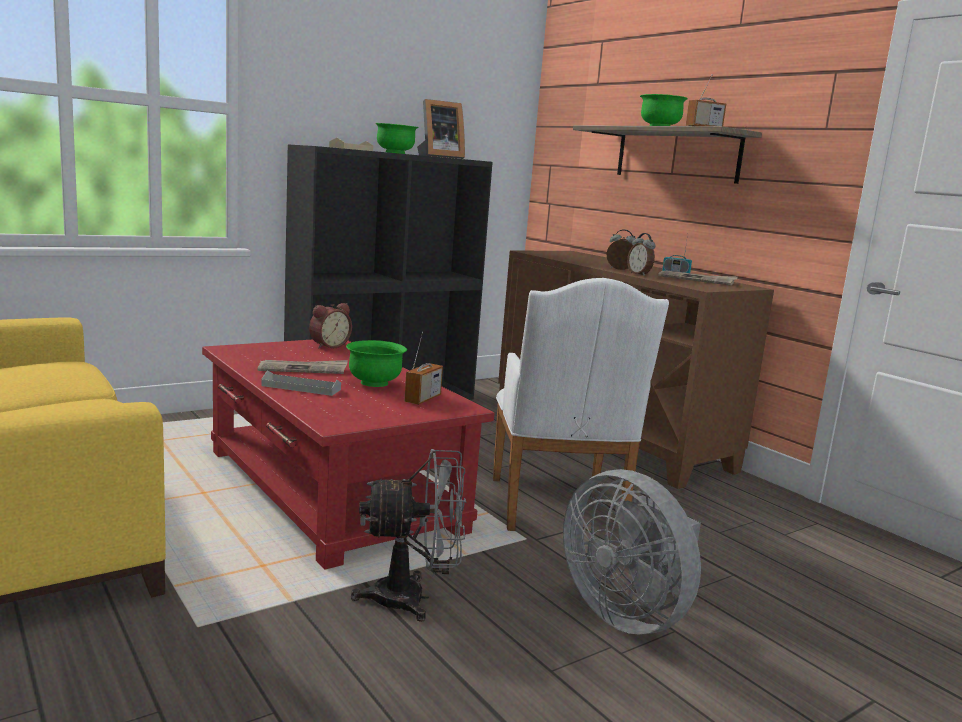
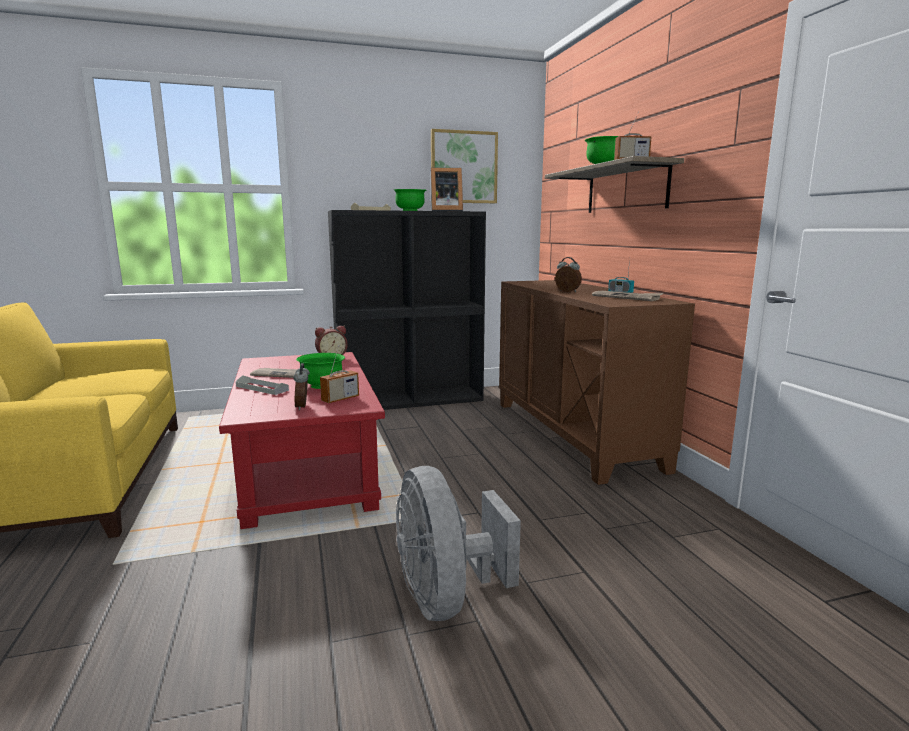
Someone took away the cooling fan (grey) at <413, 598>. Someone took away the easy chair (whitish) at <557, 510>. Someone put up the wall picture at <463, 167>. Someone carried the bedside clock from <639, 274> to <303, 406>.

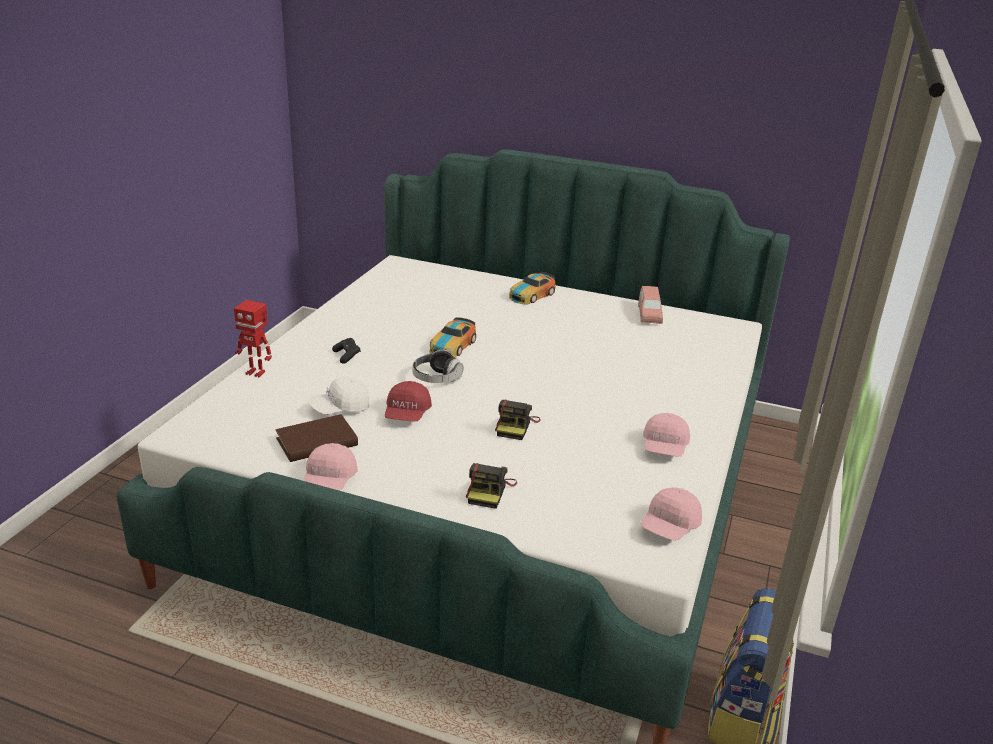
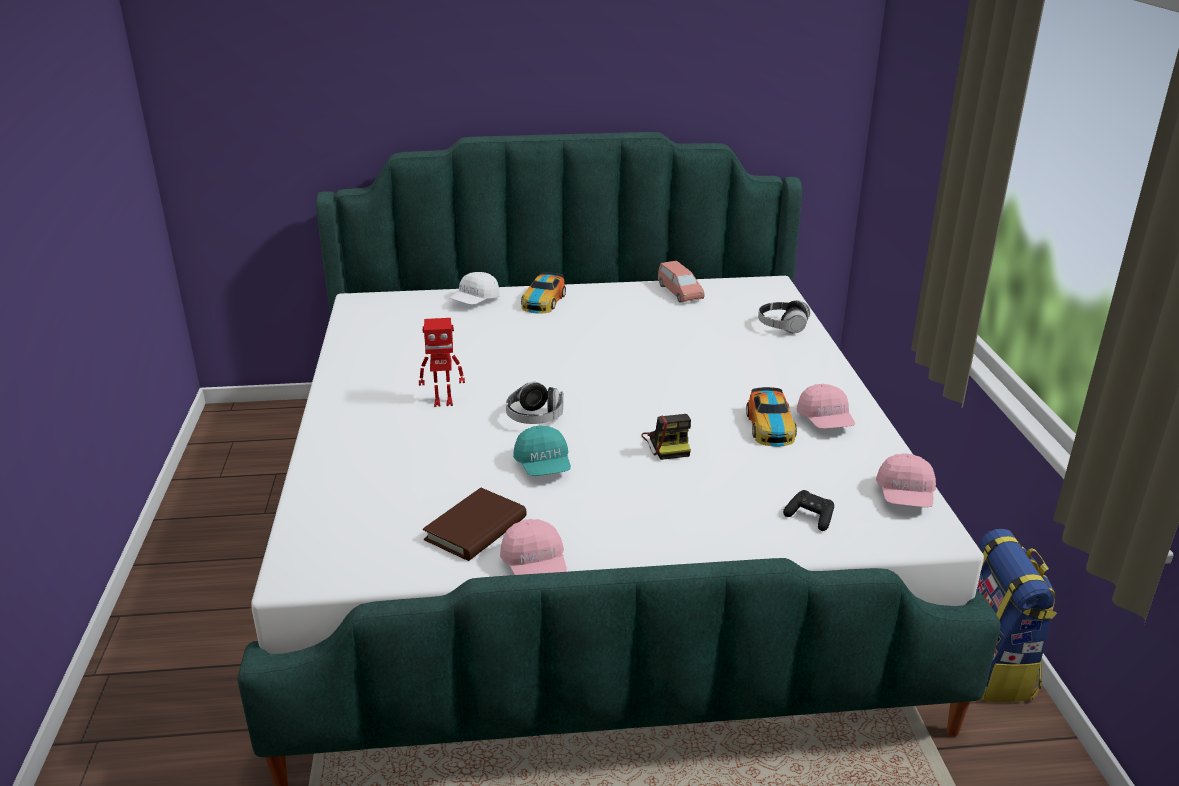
Someone took away the photo camera at <489, 491>. Someone put down the pair of headphones at <782, 327>. Someone carried the toy robot from <256, 372> to <443, 402>. Someone carried the baseball cap (whitish) from <340, 408> to <475, 301>. Someone carried the joypad (black-coloured) from <347, 356> to <810, 517>. Someone carried the miniature car from <452, 346> to <770, 427>. Someone repainted the baseball cap (red) at <407, 414>, which became the baseball cap (turquoise-coloured) at <543, 466>.

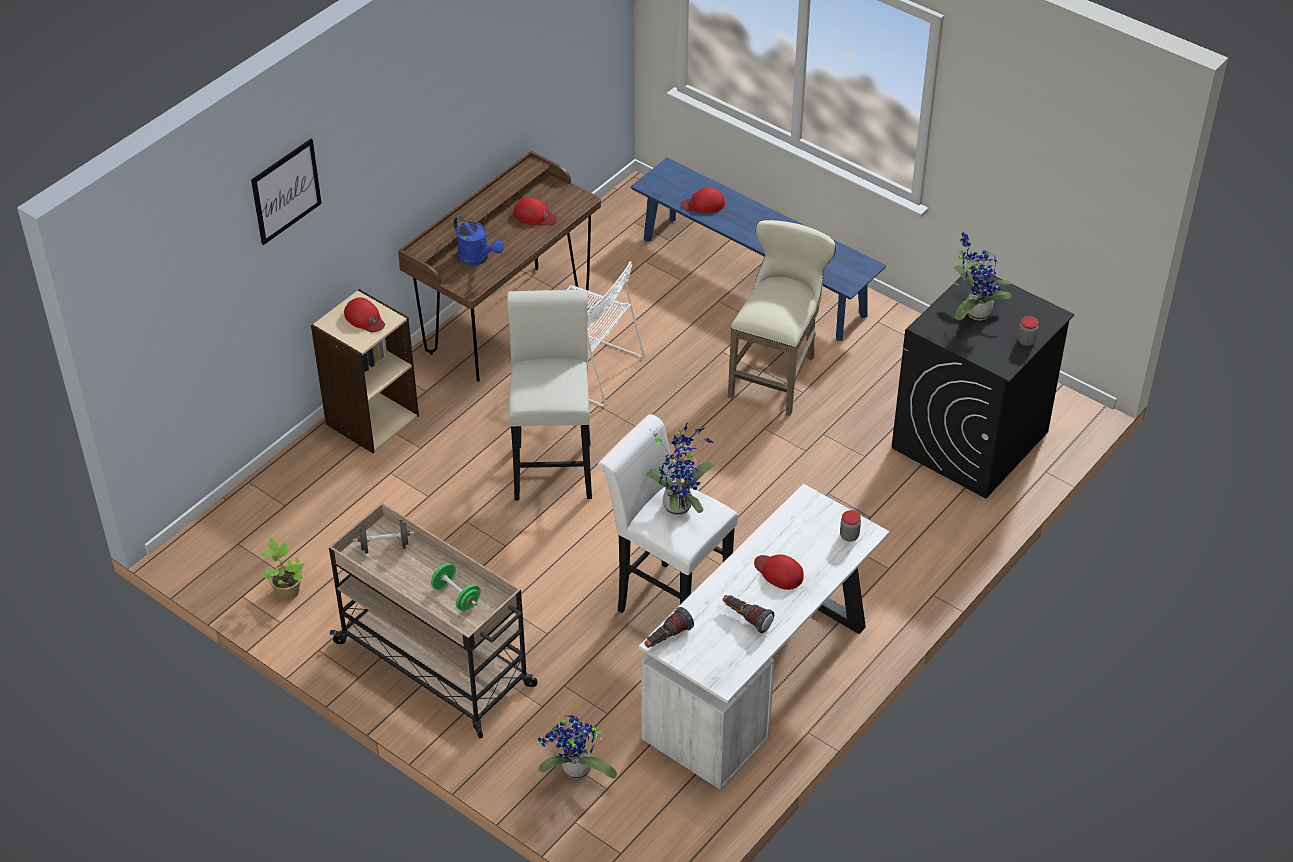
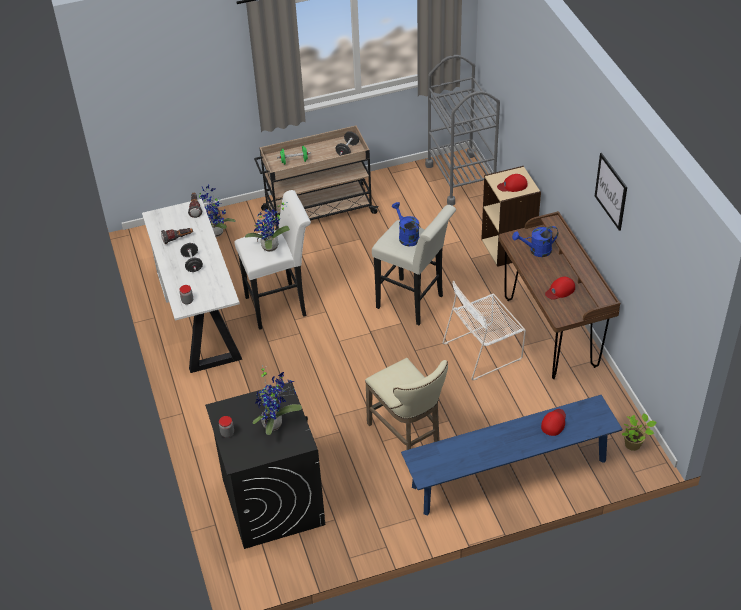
Someone put down the sprinkling can (bluish) at <406, 236>. Someone put down the cart (grey) at <461, 179>. Someone carried the wall picture from <286, 191> to <611, 191>. Someone carried the plant in a pot from <286, 590> to <634, 444>. Someone swapped the baseball cap (red) at <779, 572> for the dumbbell (black-coloured) at <192, 263>.

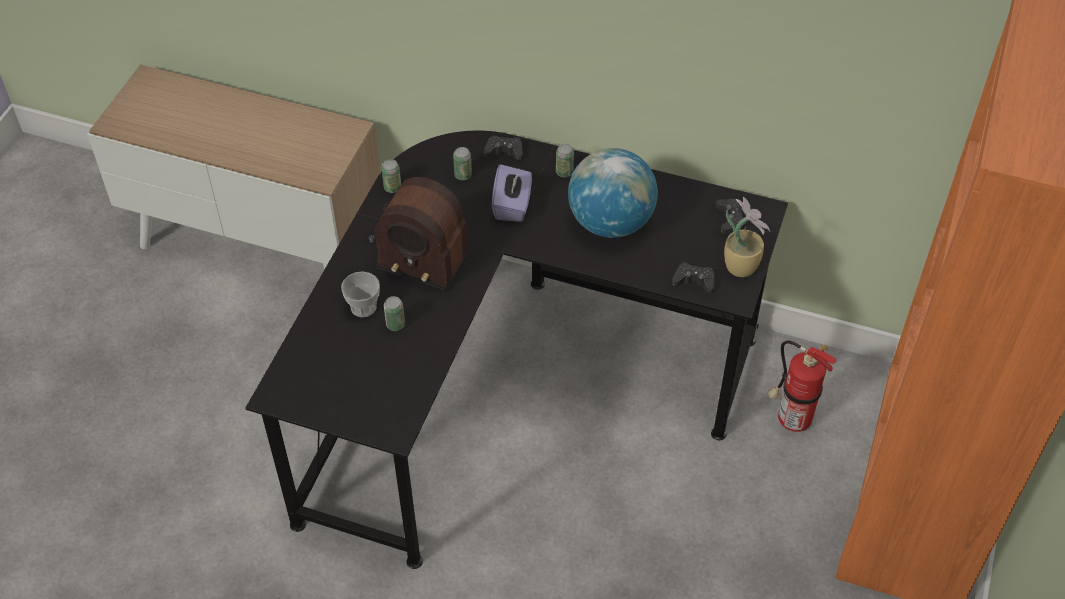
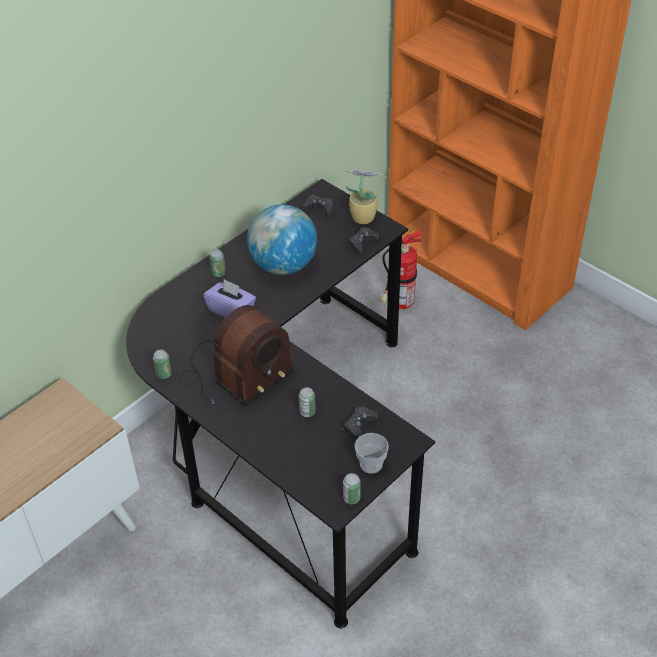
Someone carried the small cup from <363, 307> to <371, 464>. Someone carried the metal can from <463, 175> to <351, 498>. Someone carried the joypad (black-coloured) from <504, 152> to <359, 425>.

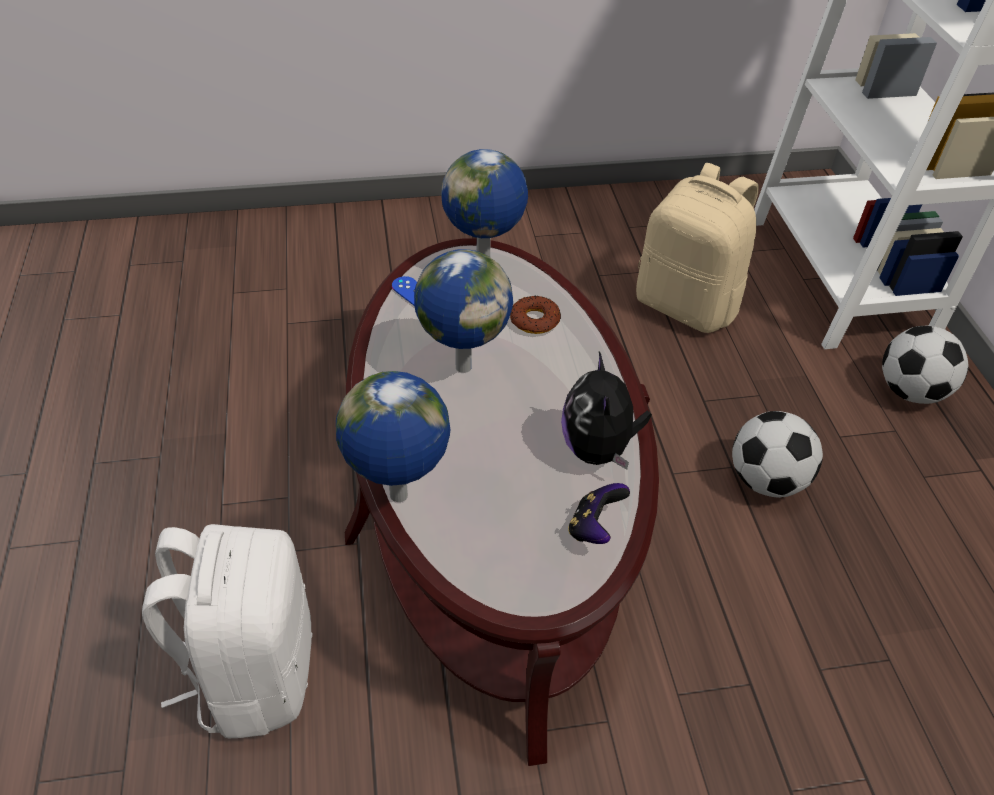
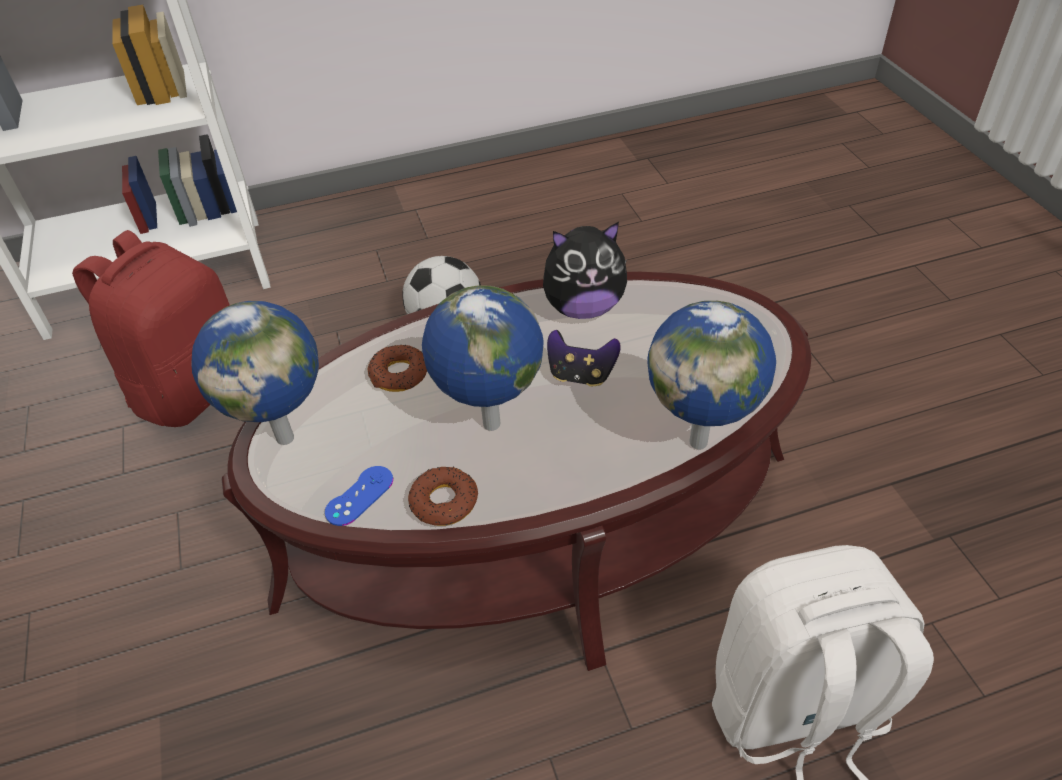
Someone took away the football ball at <910, 391>. Someone put down the ring doughnut at <444, 501>. Someone carried the joypad from <594, 528> to <581, 375>. Someone repainted the knapsack (beige-coloured) at <687, 305>, which became the knapsack (red) at <193, 387>.

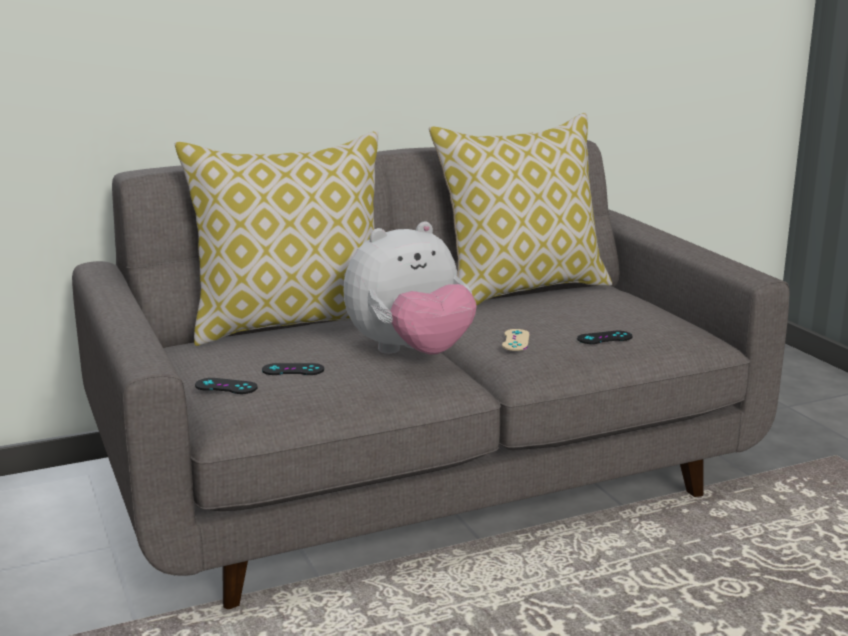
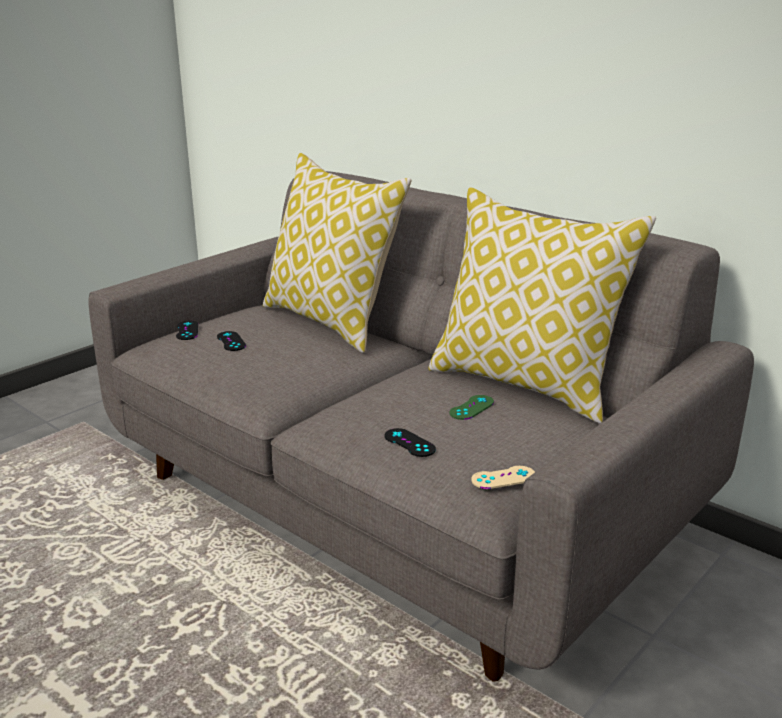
Someone took away the plush toy at <410, 353>. Someone put down the joypad (green-coloured) at <471, 408>. Someone carried the joypad (beige-coloured) from <515, 340> to <503, 478>.

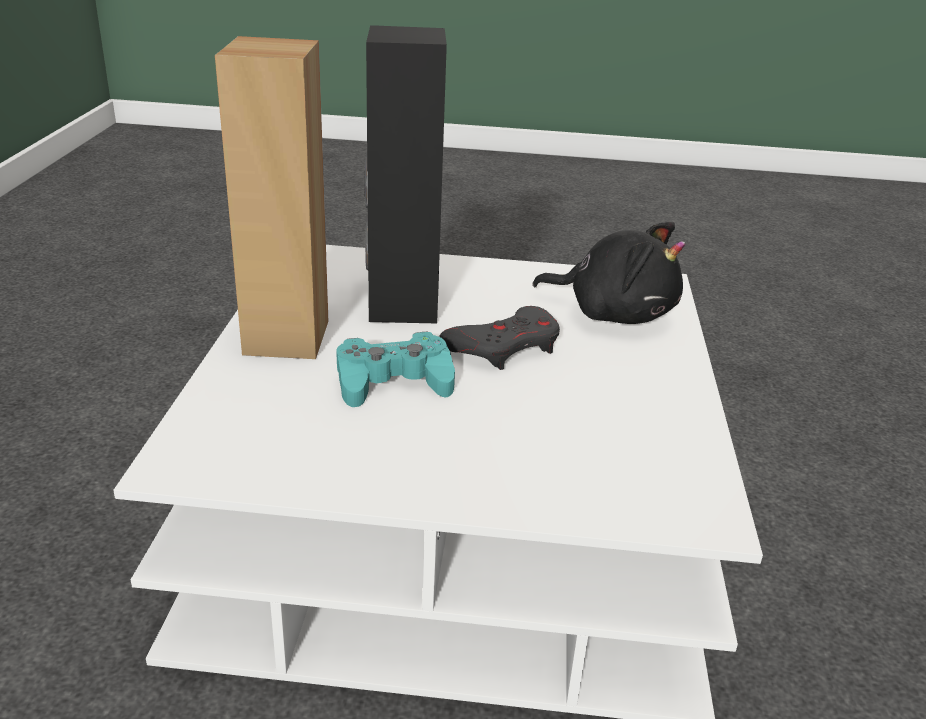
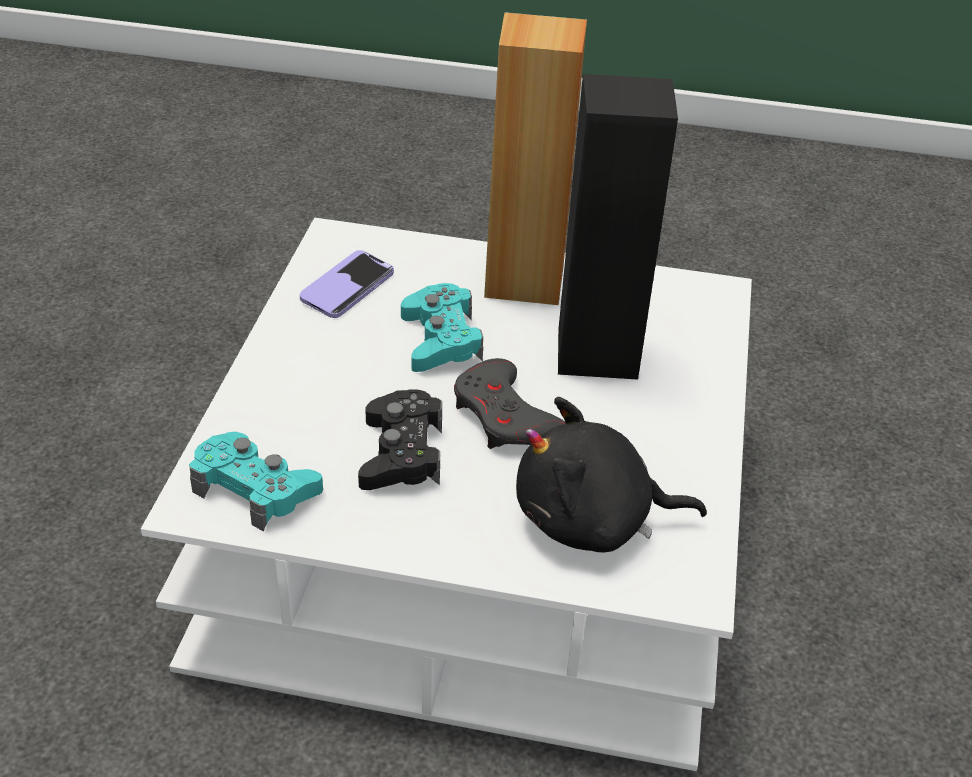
Someone put down the joypad (turquoise-coloured) at <255, 489>. Someone put down the handset at <347, 287>. Someone put down the joypad (black-coloured) at <401, 453>. Someone rotated the plush toy (black-coloured) at <614, 313> by 60 degrees clockwise.

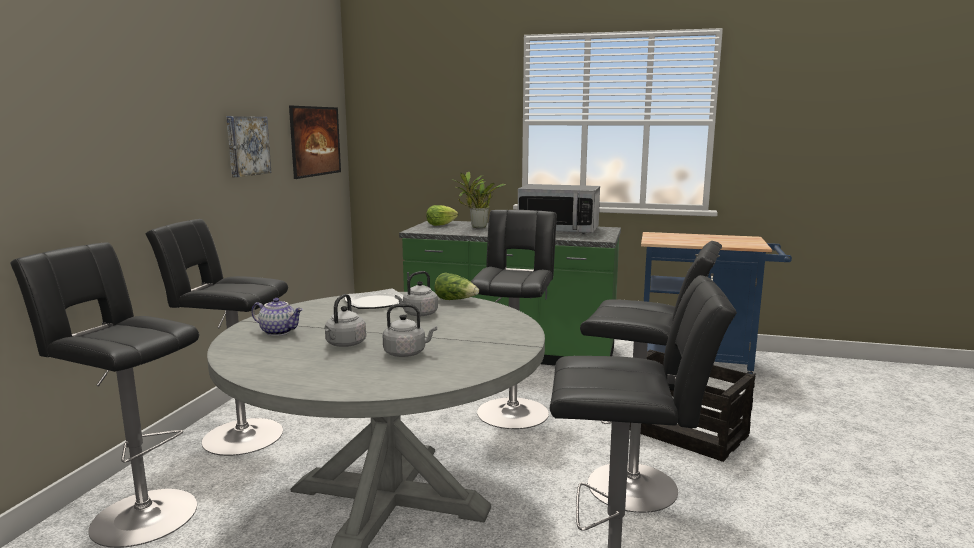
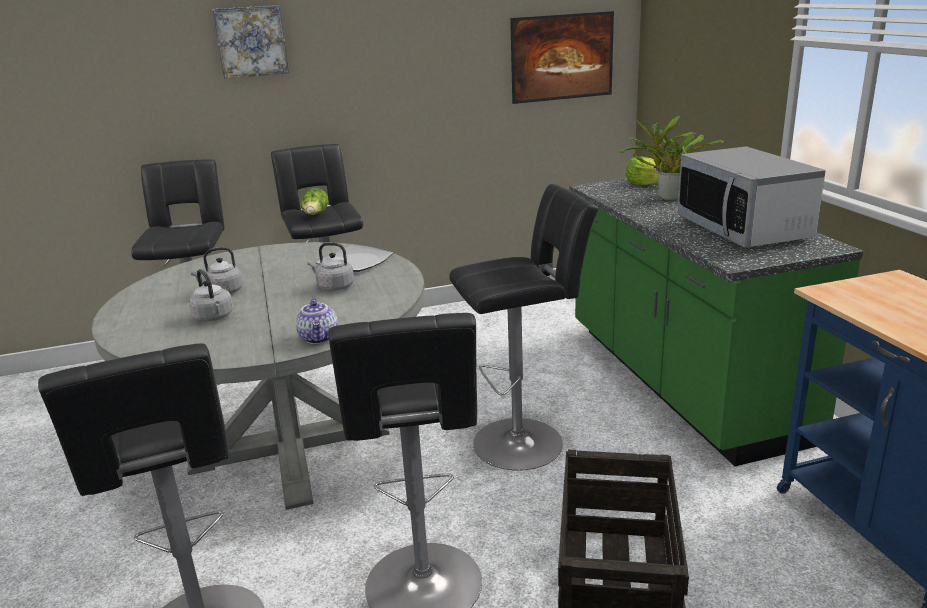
Someone carried the wall picture from <246, 146> to <251, 41>. Someone carried the teapot from <279, 332> to <320, 338>. Someone carried the lettuce head from <456, 300> to <315, 215>.

